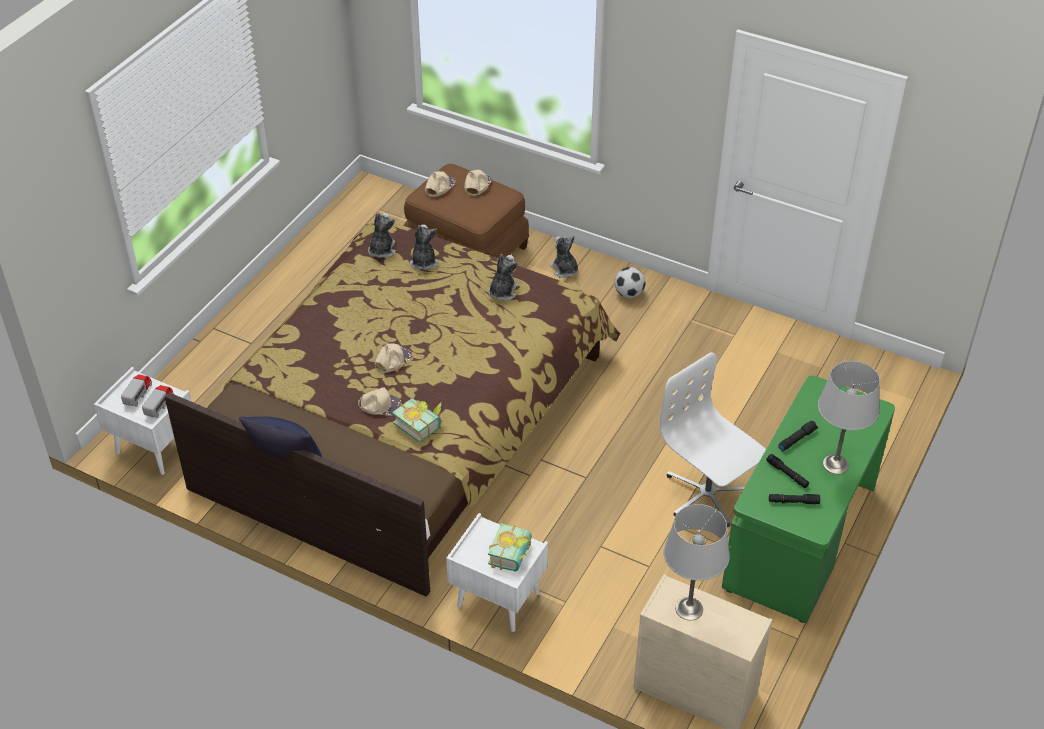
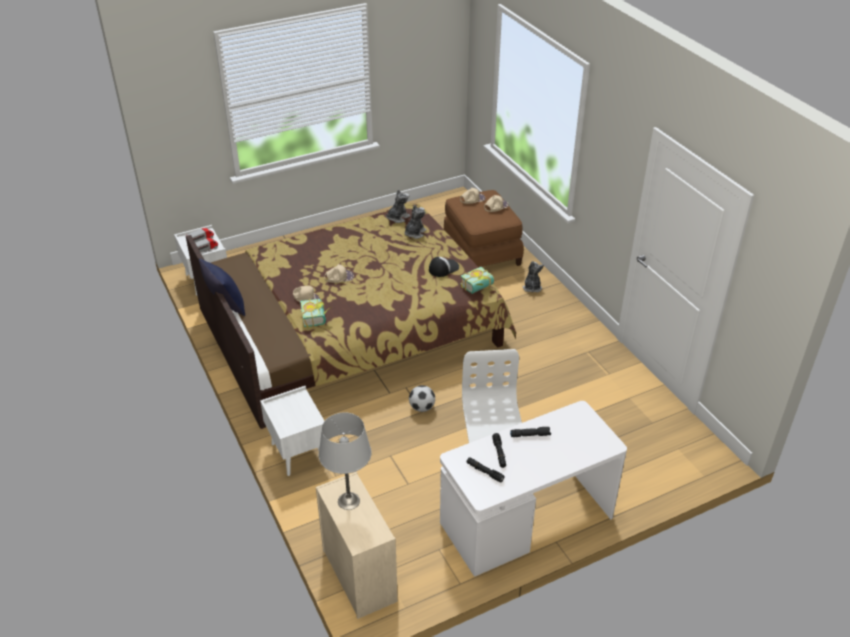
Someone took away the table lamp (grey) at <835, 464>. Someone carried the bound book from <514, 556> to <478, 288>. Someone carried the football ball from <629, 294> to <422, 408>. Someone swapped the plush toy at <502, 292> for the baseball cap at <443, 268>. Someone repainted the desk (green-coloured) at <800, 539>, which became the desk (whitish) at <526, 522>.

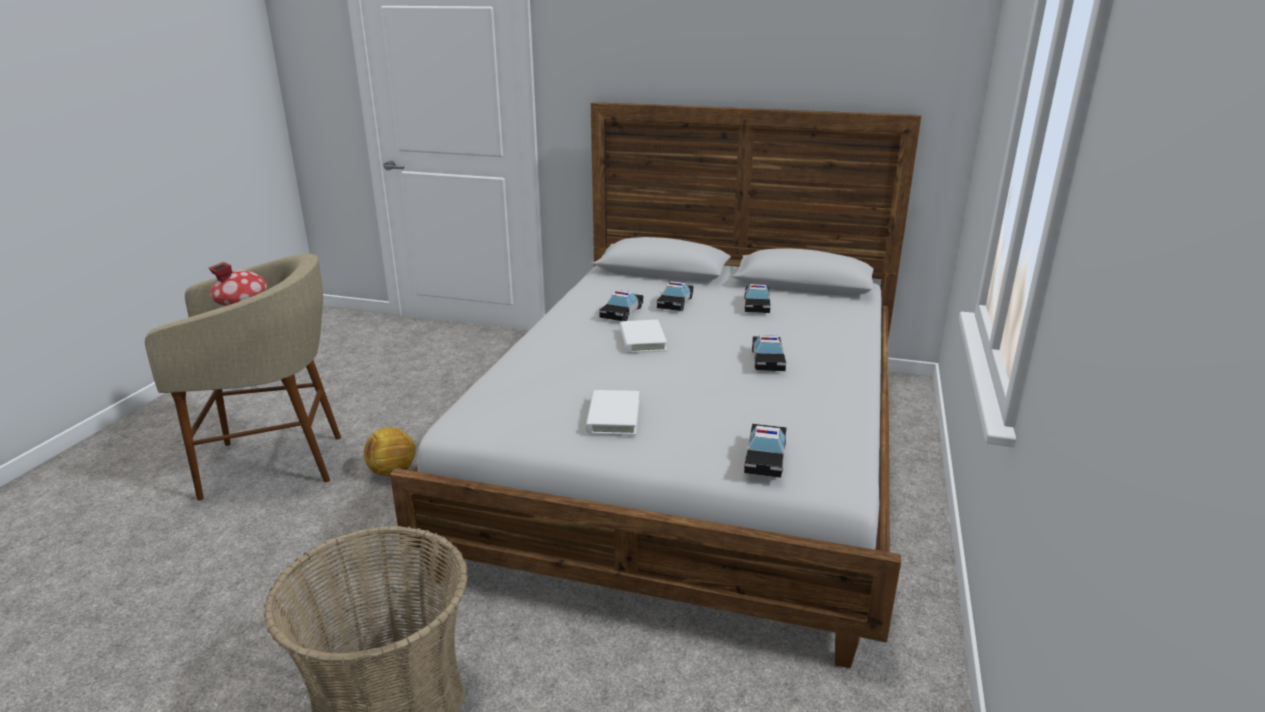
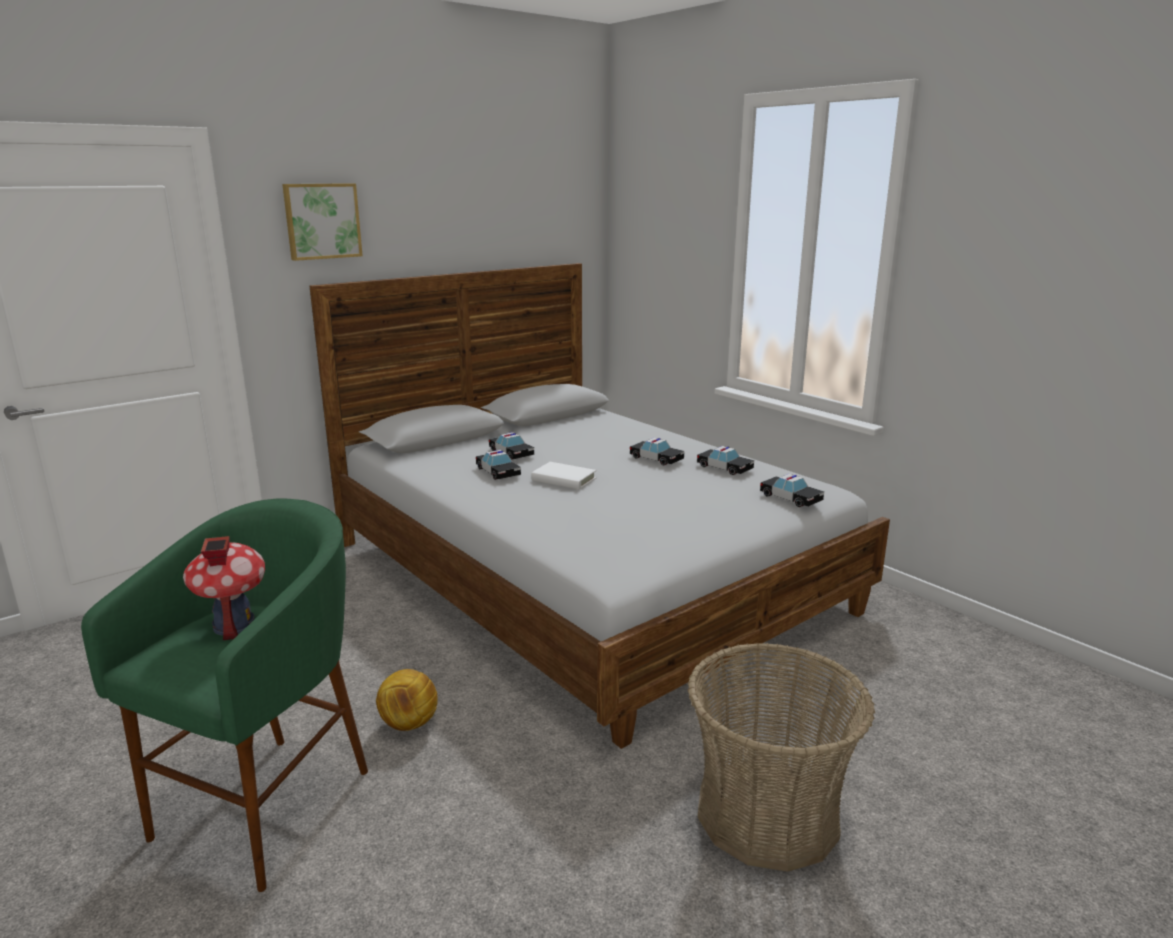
Someone took away the bound book (whitish) at <613, 416>. Someone put up the wall picture at <322, 221>. Someone carried the miniature car from <756, 306> to <724, 468>. Someone repainted the stool (beige-coloured) at <275, 464>, which became the stool (green-coloured) at <268, 805>.

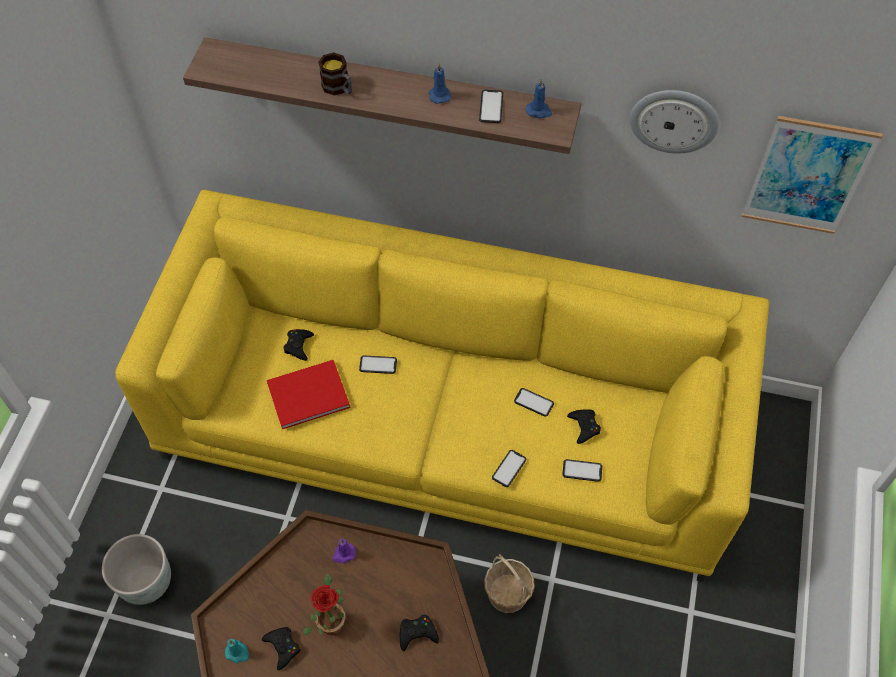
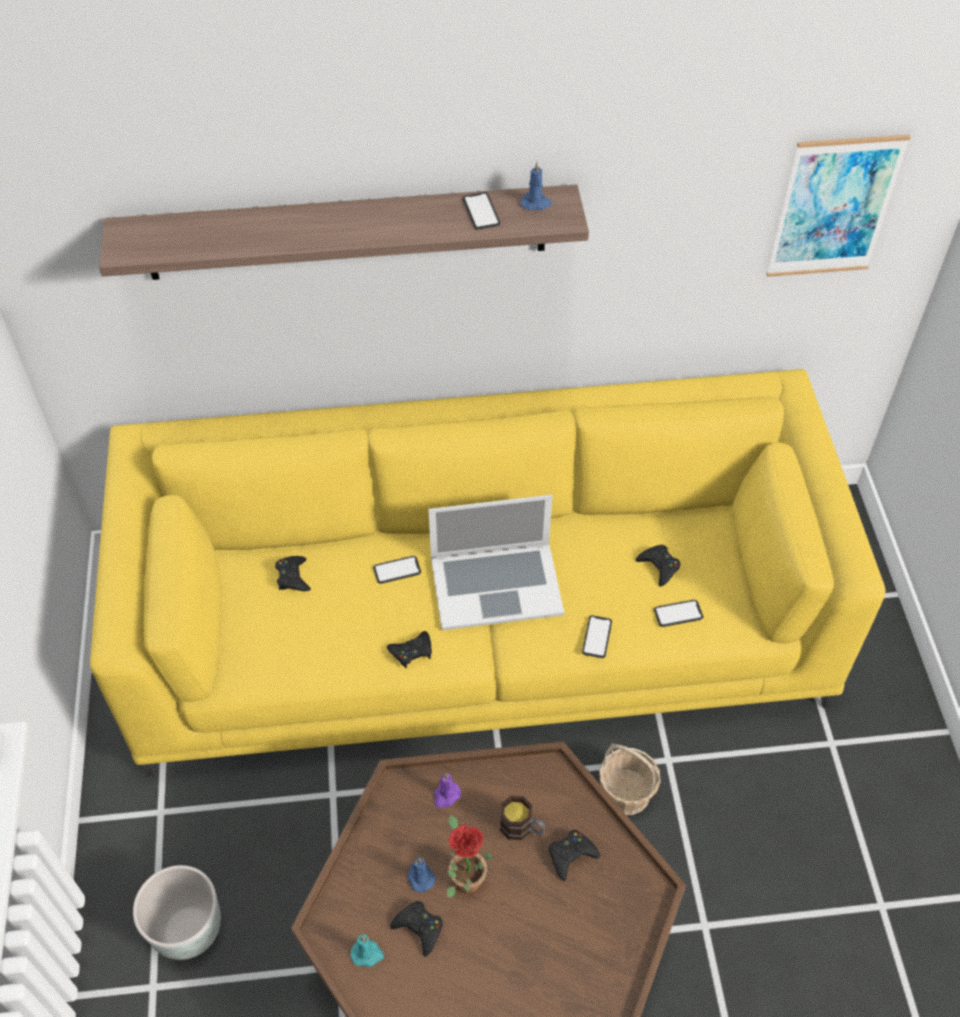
Someone took away the bound book (red) at <305, 394>. Someone took away the handset at <533, 402>. Someone took away the clock on the wall at <674, 120>. Someone put down the joypad (black-coloured) at <412, 651>. Someone put down the portable computer at <496, 584>. Someone carried the mug from <339, 88> to <522, 828>. Someone carried the candle (bluish) from <439, 95> to <420, 877>.

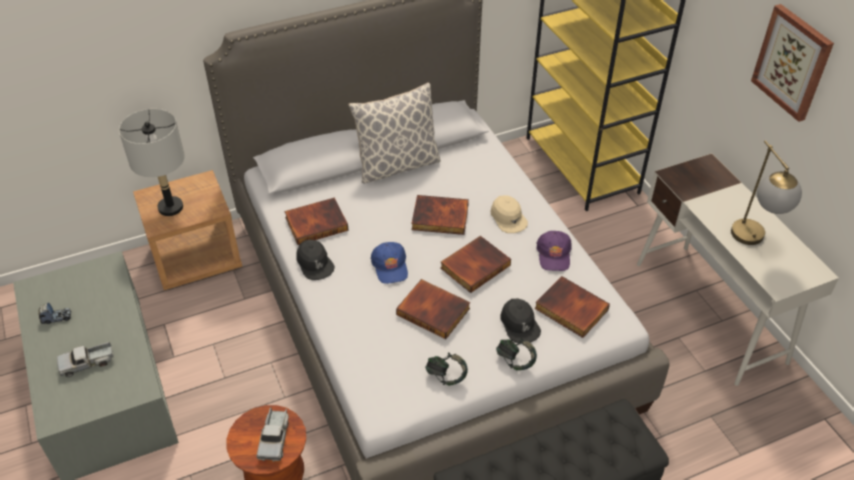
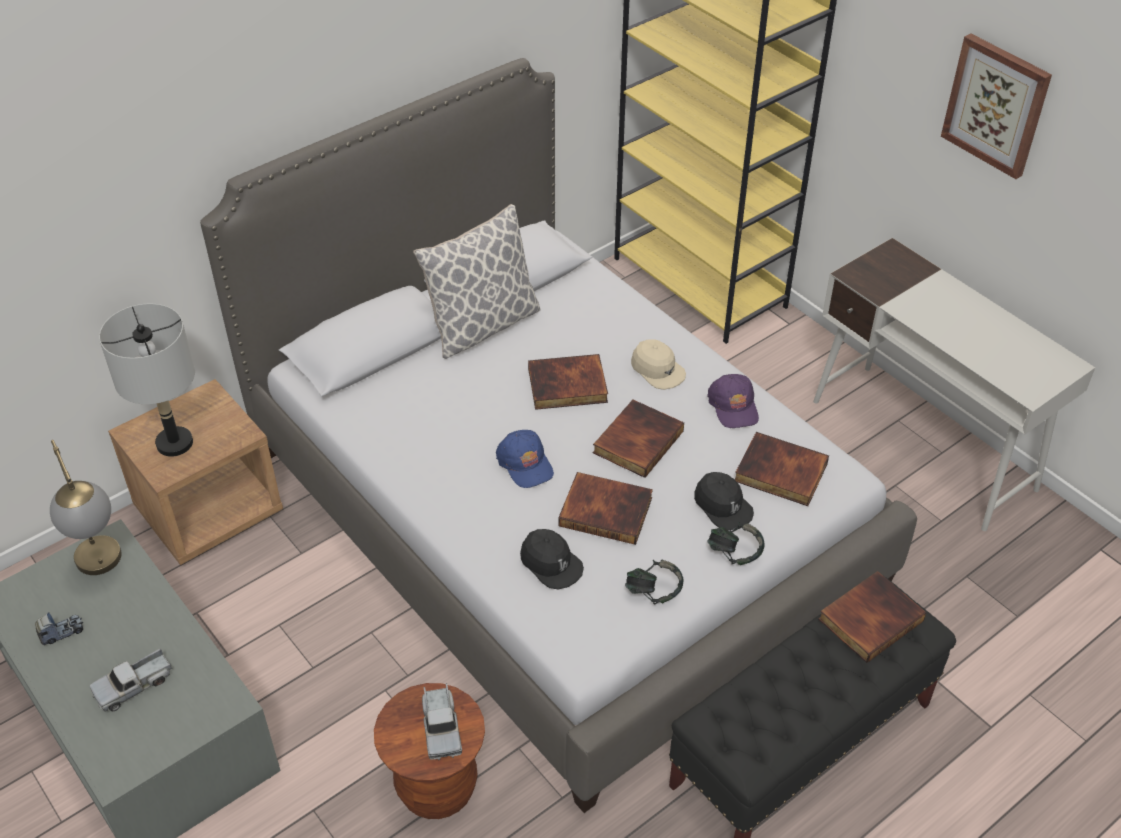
Someone carried the bound book from <316, 223> to <870, 618>. Someone carried the baseball cap (black-coloured) from <314, 263> to <551, 563>. Someone carried the table lamp from <753, 242> to <104, 569>.

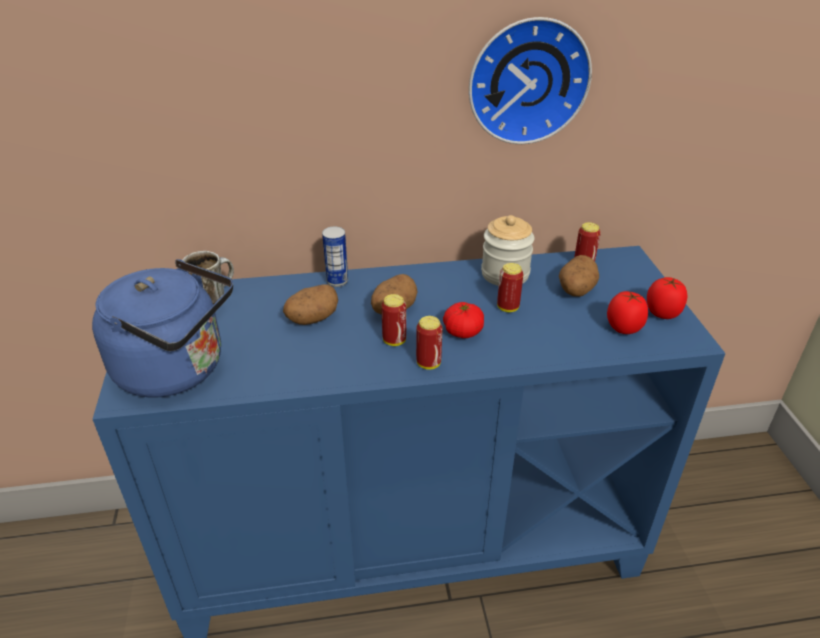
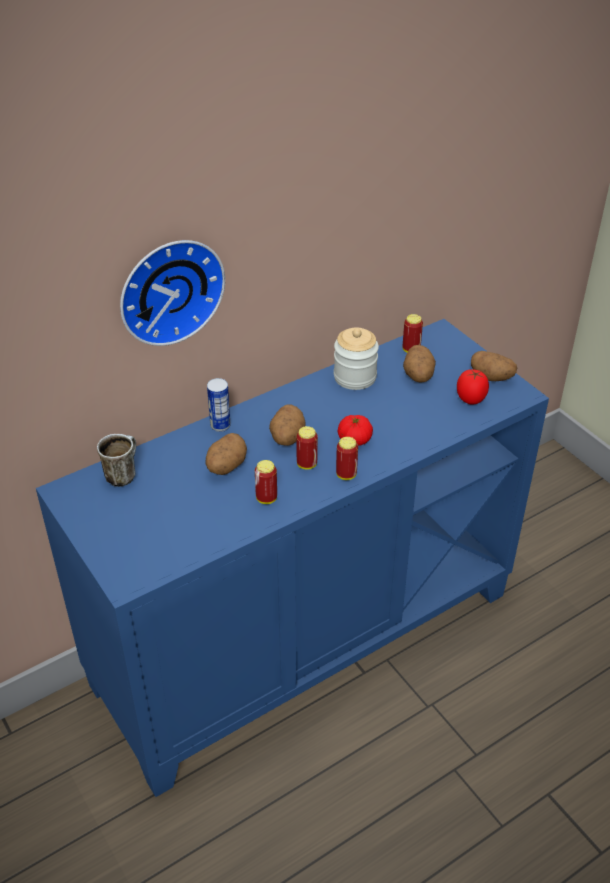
Someone took away the kettle (bluish) at <178, 370>. Someone carried the clock on the wall from <527, 80> to <169, 289>. Someone carried the metal can from <507, 308> to <266, 498>. Someone swapped the whole tomato at <662, 313> for the whole potato at <491, 377>.

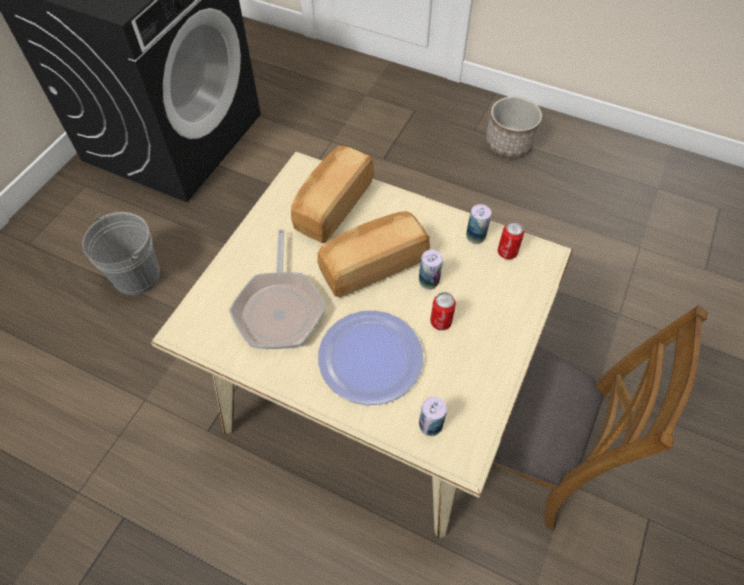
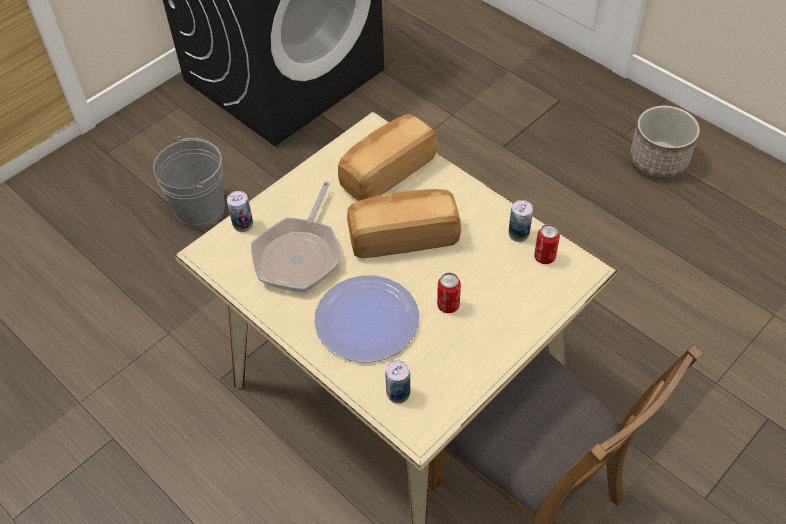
Someone carried the metal can from <428, 281> to <243, 225>.

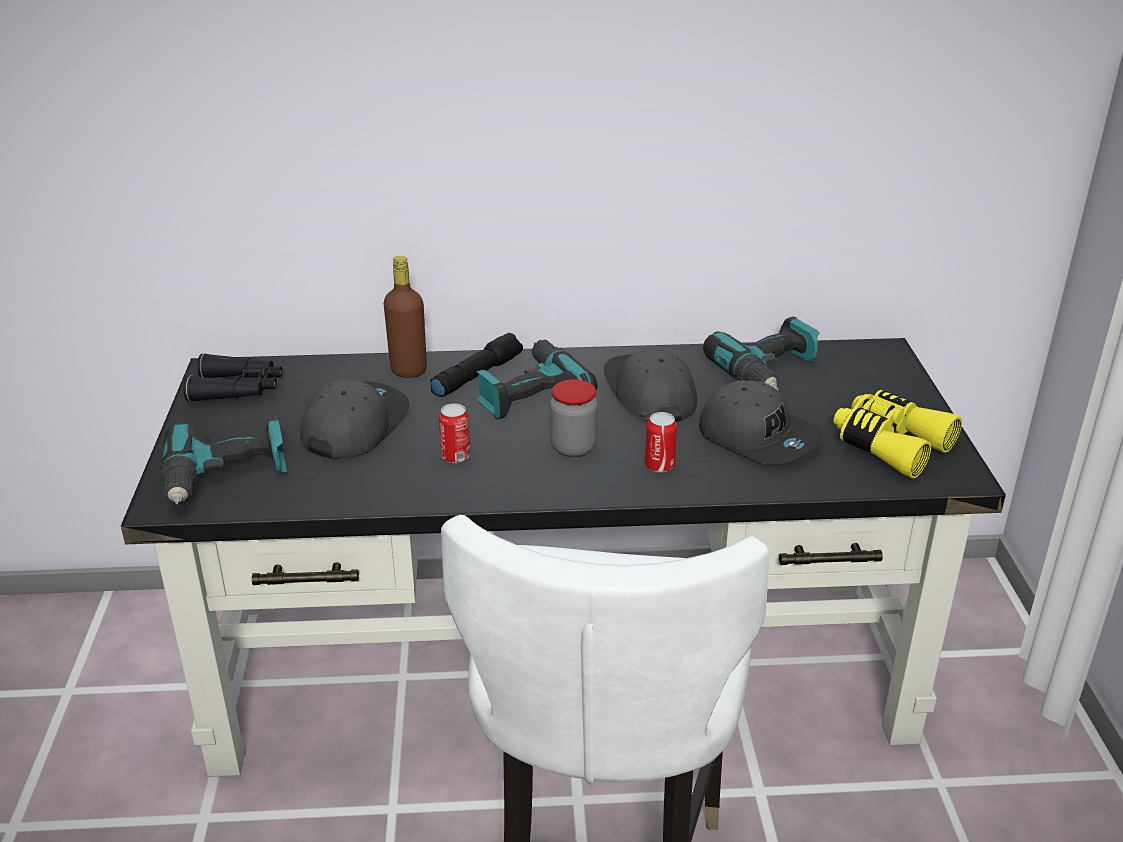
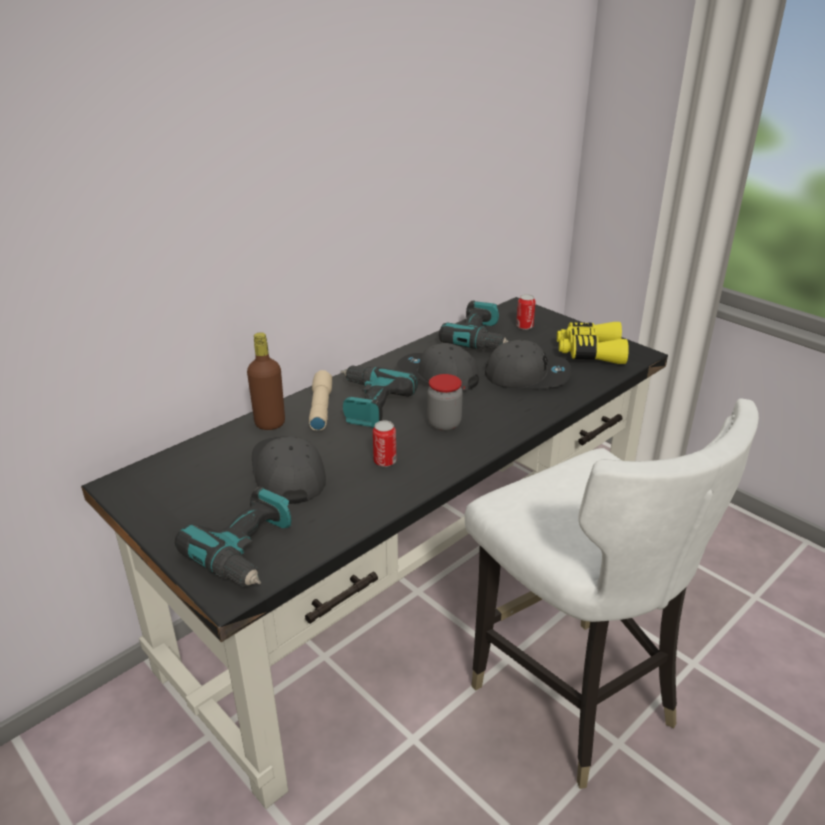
Someone took away the binoculars (black-coloured) at <238, 389>. Someone carried the metal can from <659, 465> to <524, 326>. Someone repainted the torch (black-coloured) at <476, 375>, which became the torch (beige-coloured) at <320, 407>.

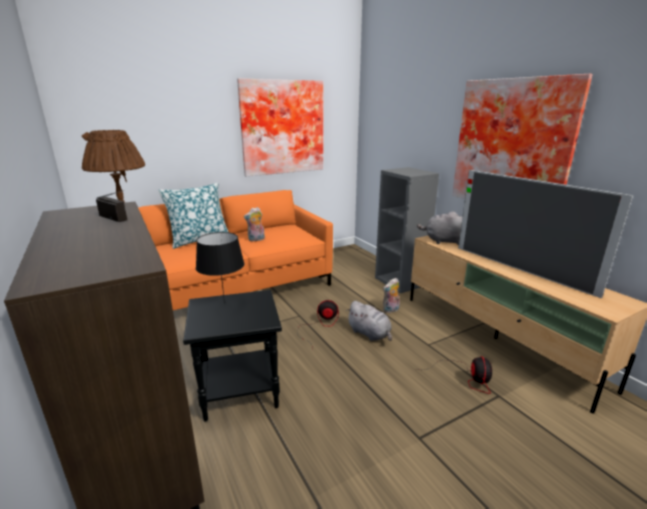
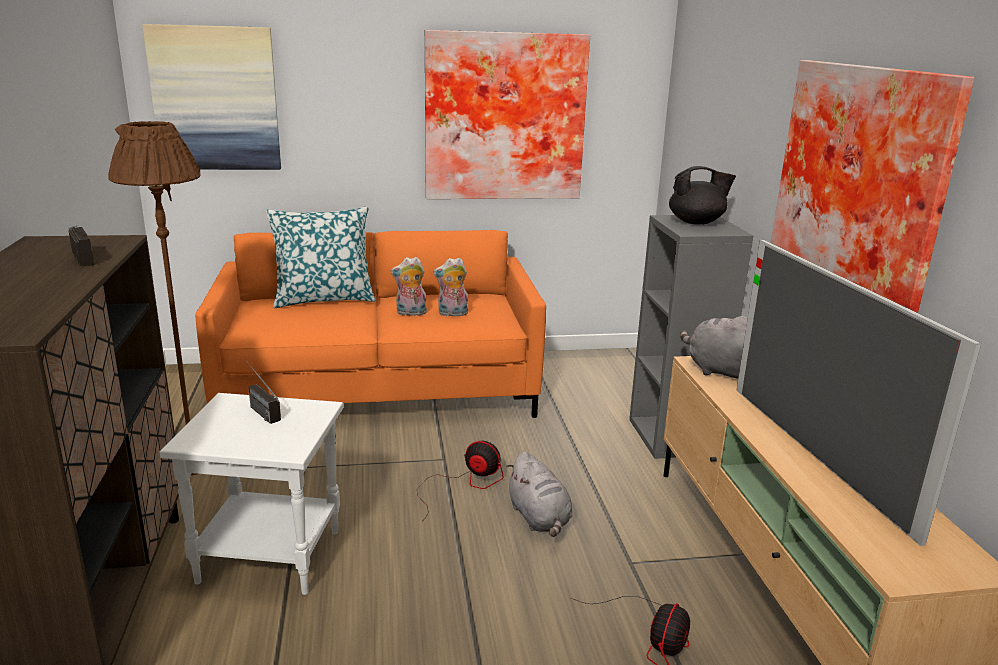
Someone put up the wall picture at <215, 99>. Someone put down the teapot (black-coloured) at <697, 222>. Someone carried the plush toy from <391, 310> to <452, 314>. Someone swapped the table lamp (black-coloured) at <225, 303> for the radio receiver at <258, 409>. Someone repainted the side table (black-coloured) at <241, 391>, which became the side table (whitish) at <272, 555>.

